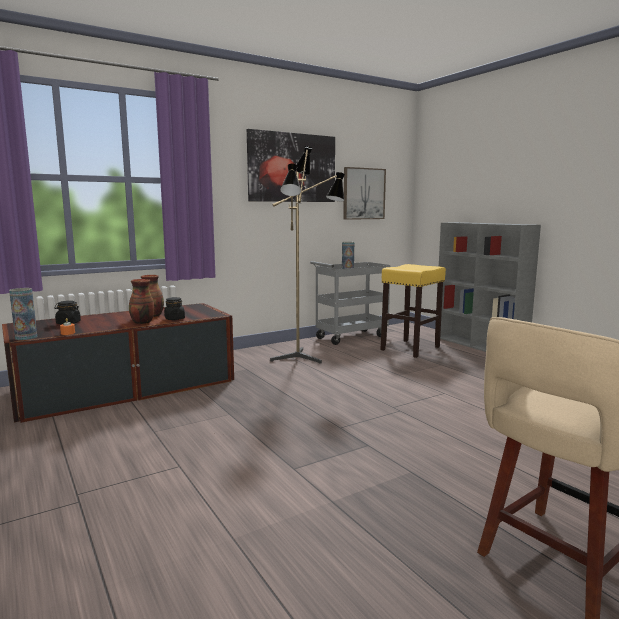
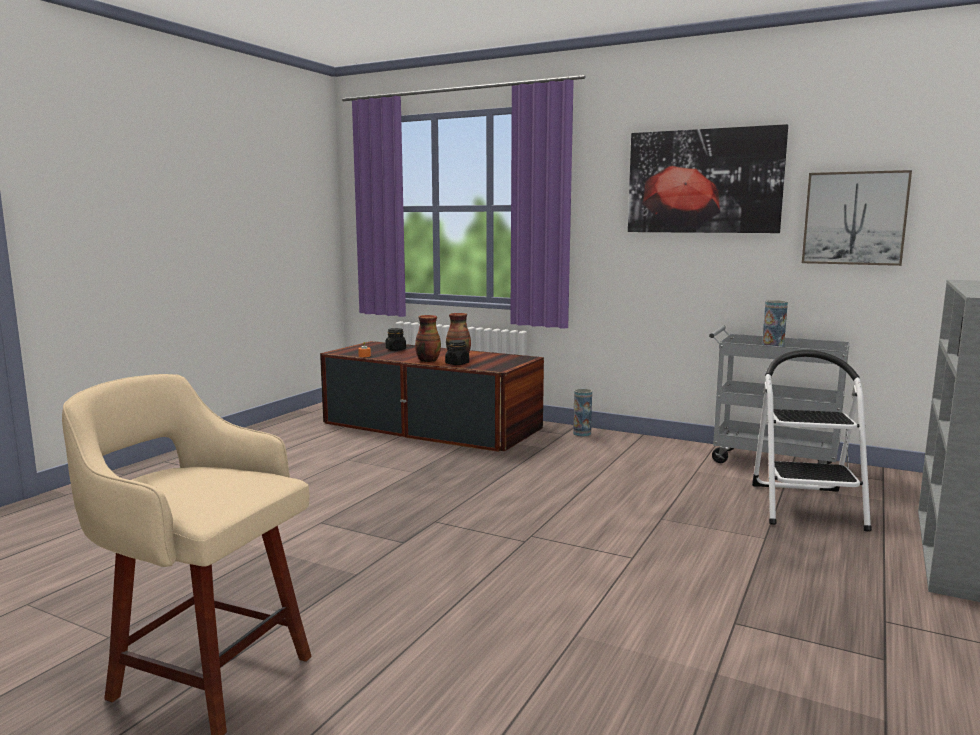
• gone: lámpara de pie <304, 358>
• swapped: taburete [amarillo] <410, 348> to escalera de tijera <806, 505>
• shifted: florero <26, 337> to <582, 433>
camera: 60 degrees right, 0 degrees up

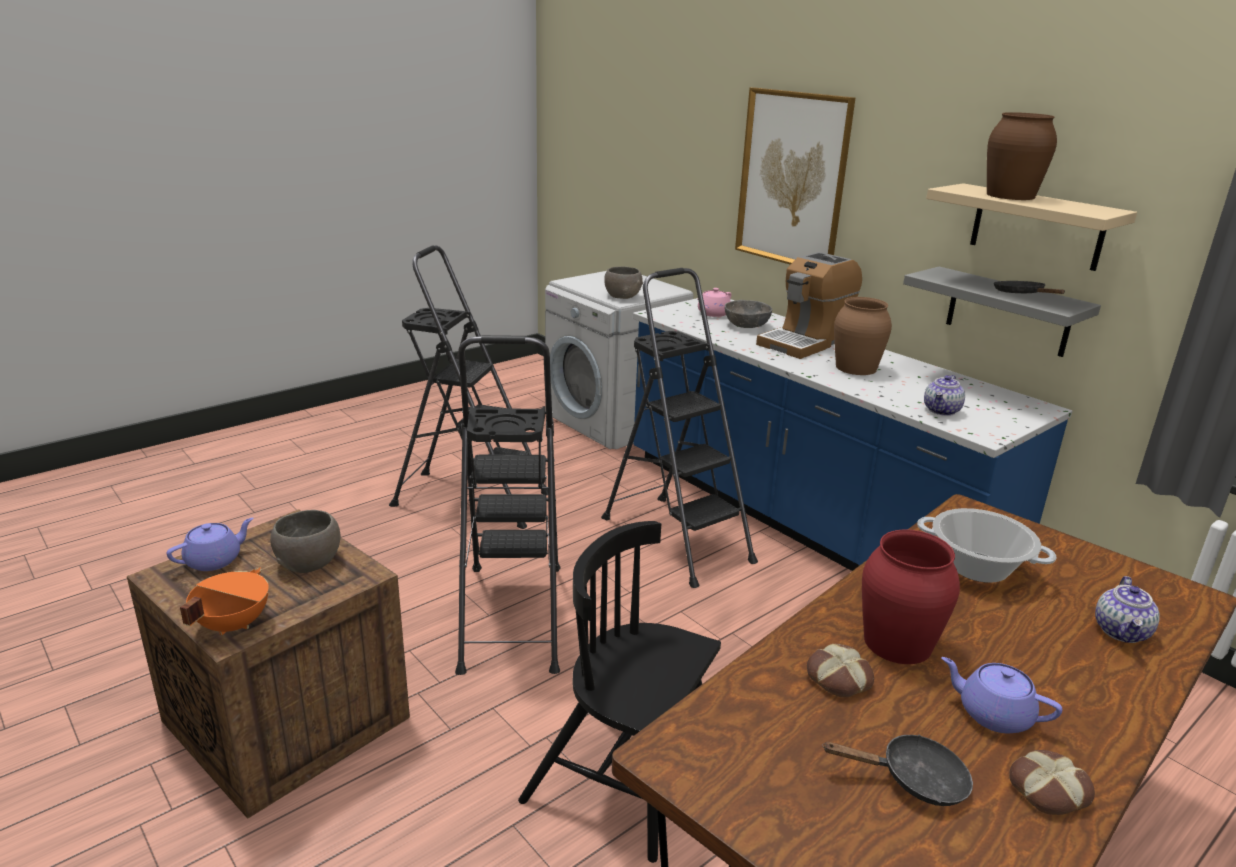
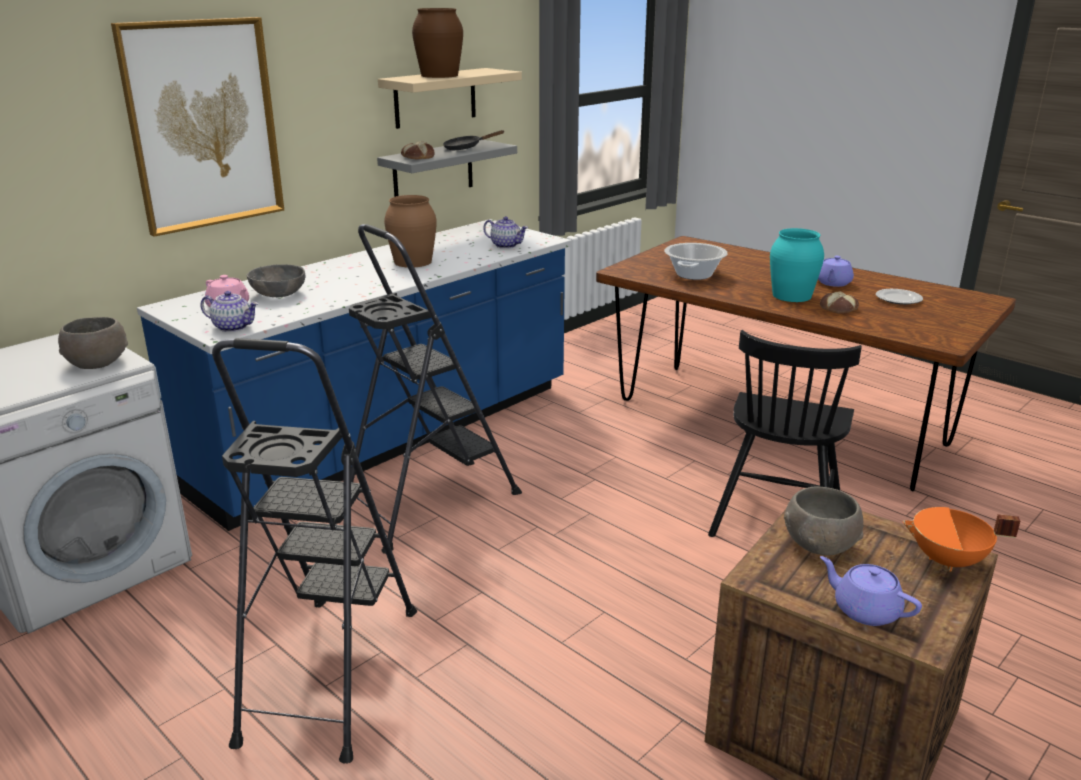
• gone: cafetera <806, 341>
• gone: escalera de tijera <512, 617>
• repainted: florero [rojo] <898, 642> to florero [turquesa] <791, 295>
• shifted: tetera <1122, 632> to <233, 327>
• swapped: sartén [negro] <914, 779> to plato <899, 299>
• shifted: pan <1047, 789> to <417, 157>
camera: 95 degrees left, 0 degrees up

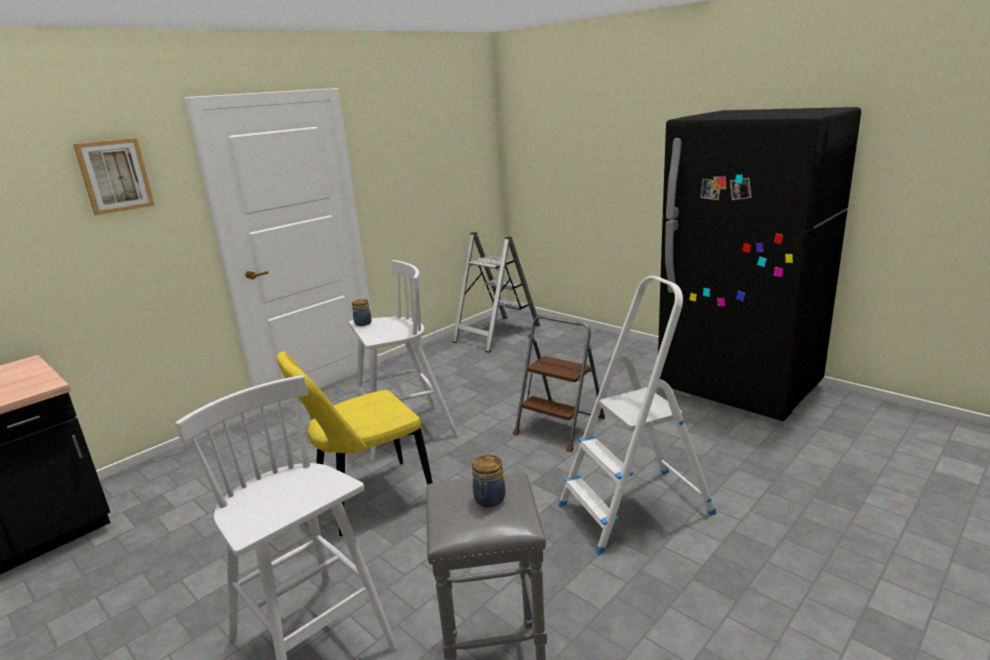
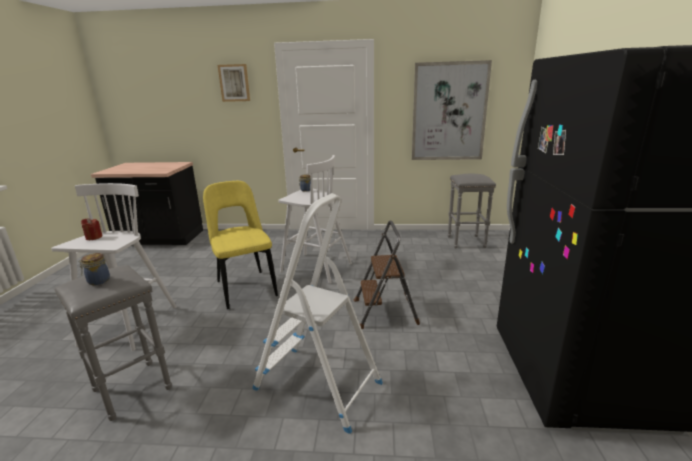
• swapped: escalera de tijera [gris] <496, 334> to taburete [gris] <465, 241>
• rotated: silla [amarillo] <368, 500> = <245, 287> 45 degrees clockwise
• new: cuadro <449, 112>
• new: vela [rojo] <94, 237>
camera: 50 degrees right, 0 degrees up

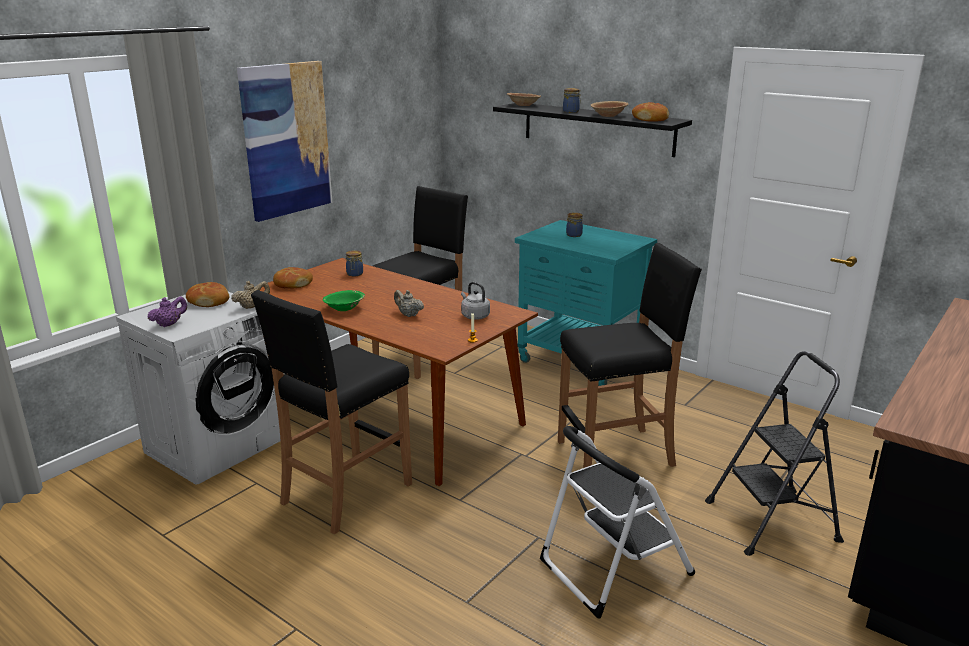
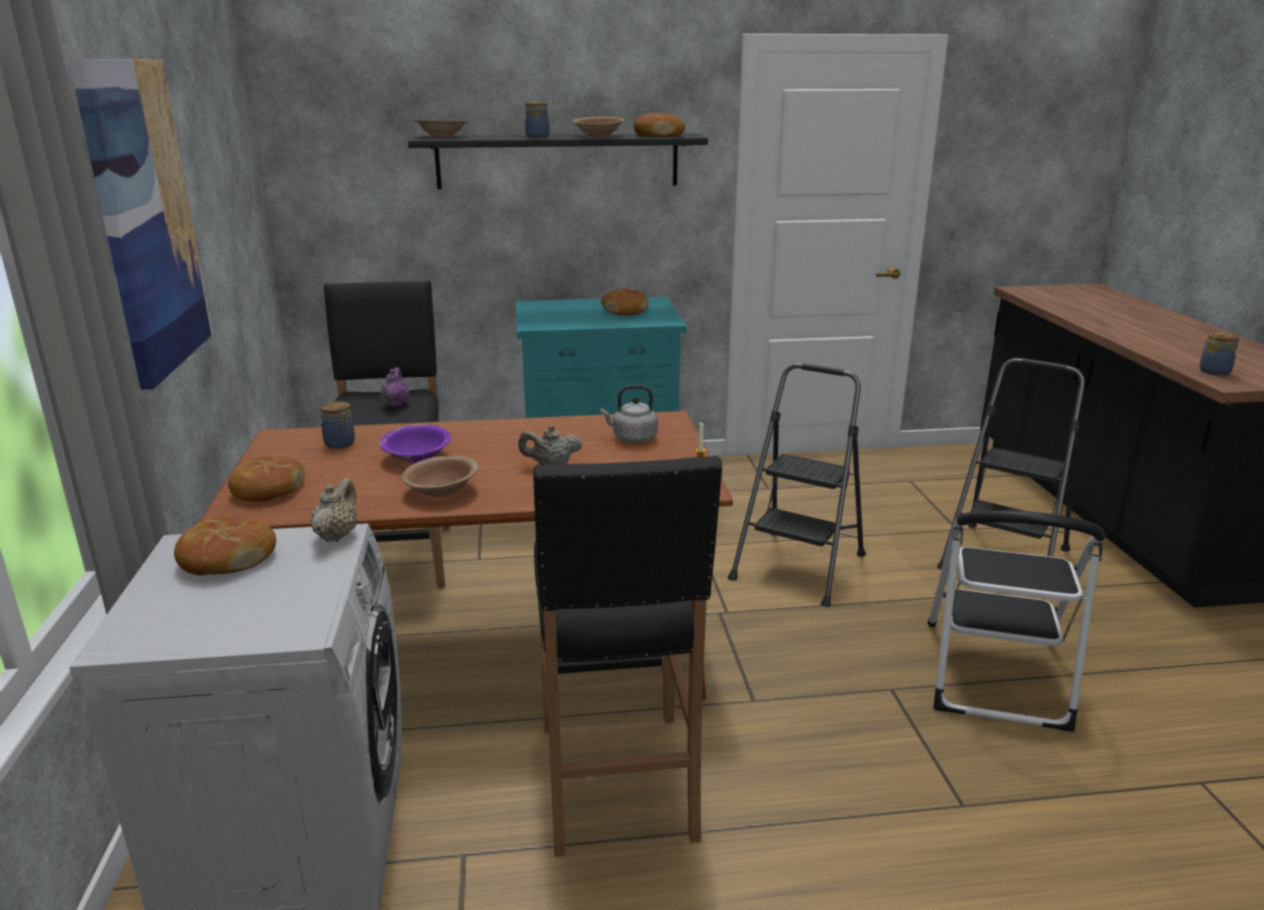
• shifted: tarro <574, 235> to <1213, 371>
• swapped: taburete [negro] <617, 454> to escalera de tijera [negro] <800, 564>
• repainted: cuenco [verde] <344, 308> to cuenco [marrón] <441, 491>
• shifted: tetera [morado] <169, 324> to <396, 404>
• new: pan <625, 310>
• new: cuenco [morado] <417, 458>
camera: 45 degrees left, 0 degrees up

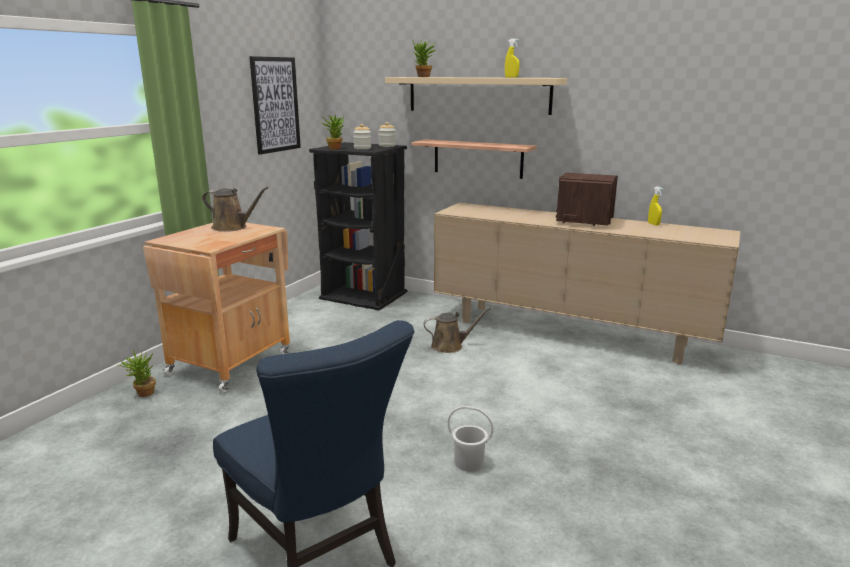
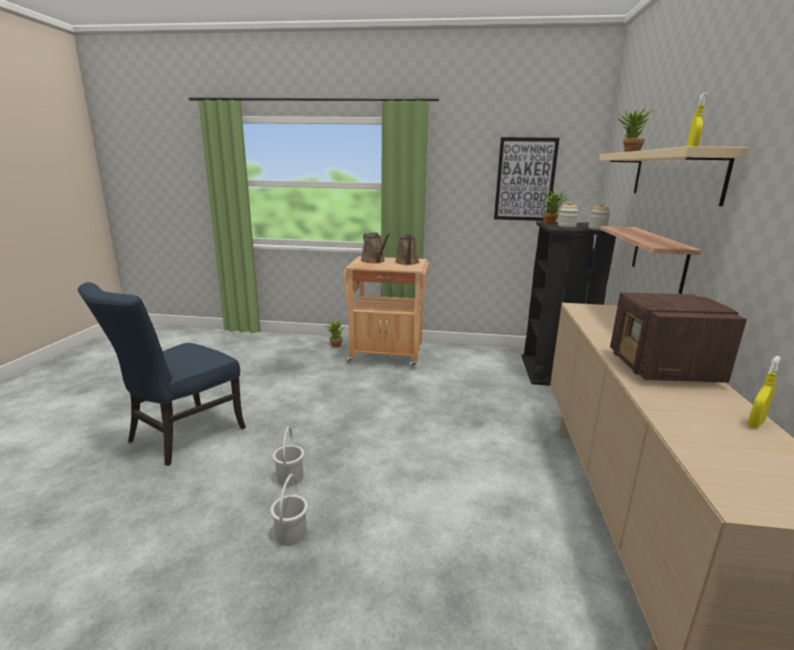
• rotated: radio <584, 221> = <663, 369> 90 degrees counterclockwise
• shifted: regadera [marrón] <450, 346> to <374, 261>
• new: cubo [blanco] <291, 534>
camera: 70 degrees right, 0 degrees up

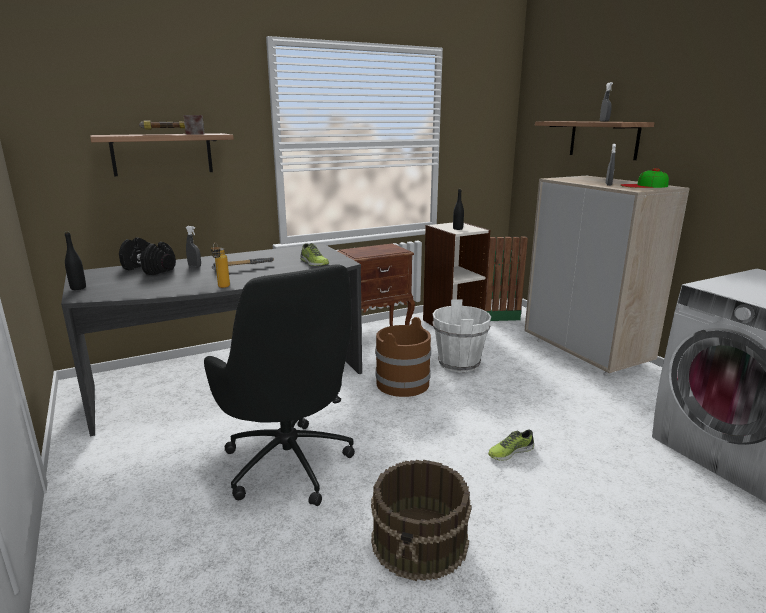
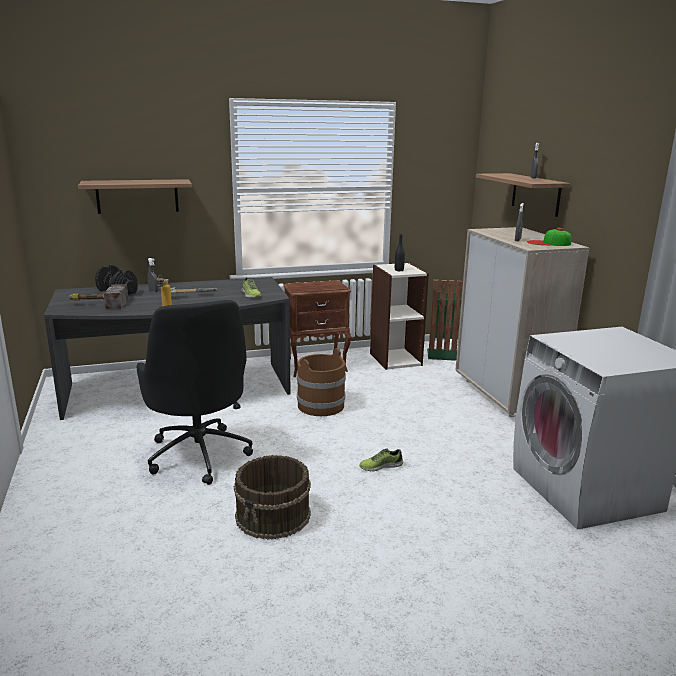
• shifted: martillo <172, 134> to <97, 304>
• gone: botella [negro] <78, 288>
• gone: cubo [blanco] <459, 363>
camera: 10 degrees right, 0 degrees up

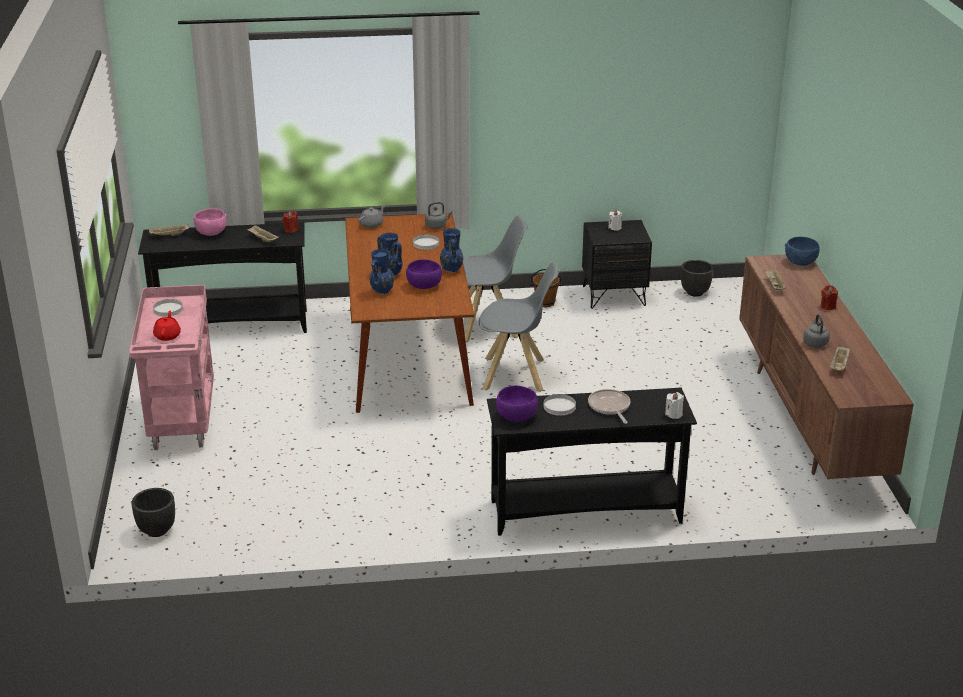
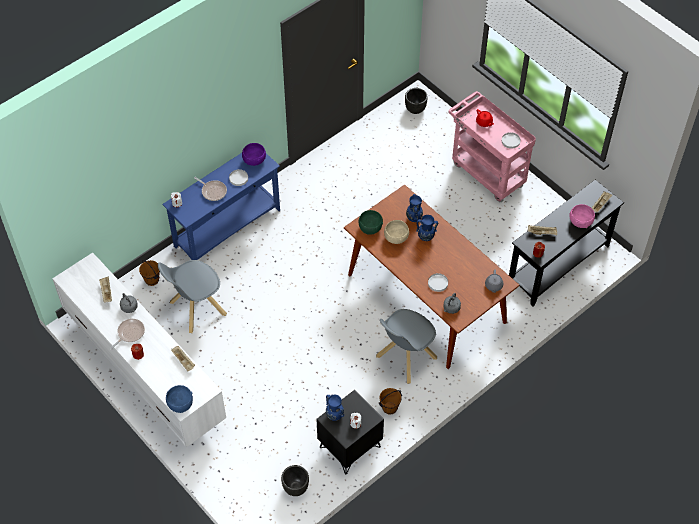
• shifted: florero [azul] <451, 270> to <335, 416>
• repainted: armario [marrón] <810, 420> to armario [blanco] <144, 373>
• repainted: cuenco [morado] <424, 285> to cuenco [beis] <396, 238>
• shifted: silla [gris] <516, 374> to <196, 309>
• repainted: mesa consola [negro] <584, 511> to mesa consola [azul] <227, 227>
• new: cuenco [verde] <370, 228>
• new: cubo [marrón] <152, 280>
• new: sartén <129, 333>
camera: 145 degrees right, 25 degrees up

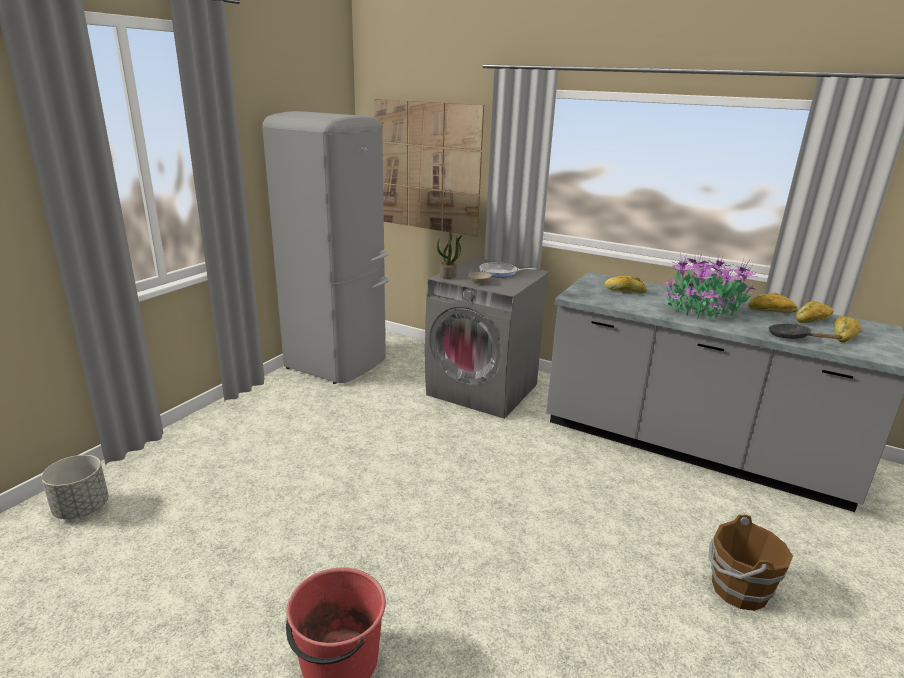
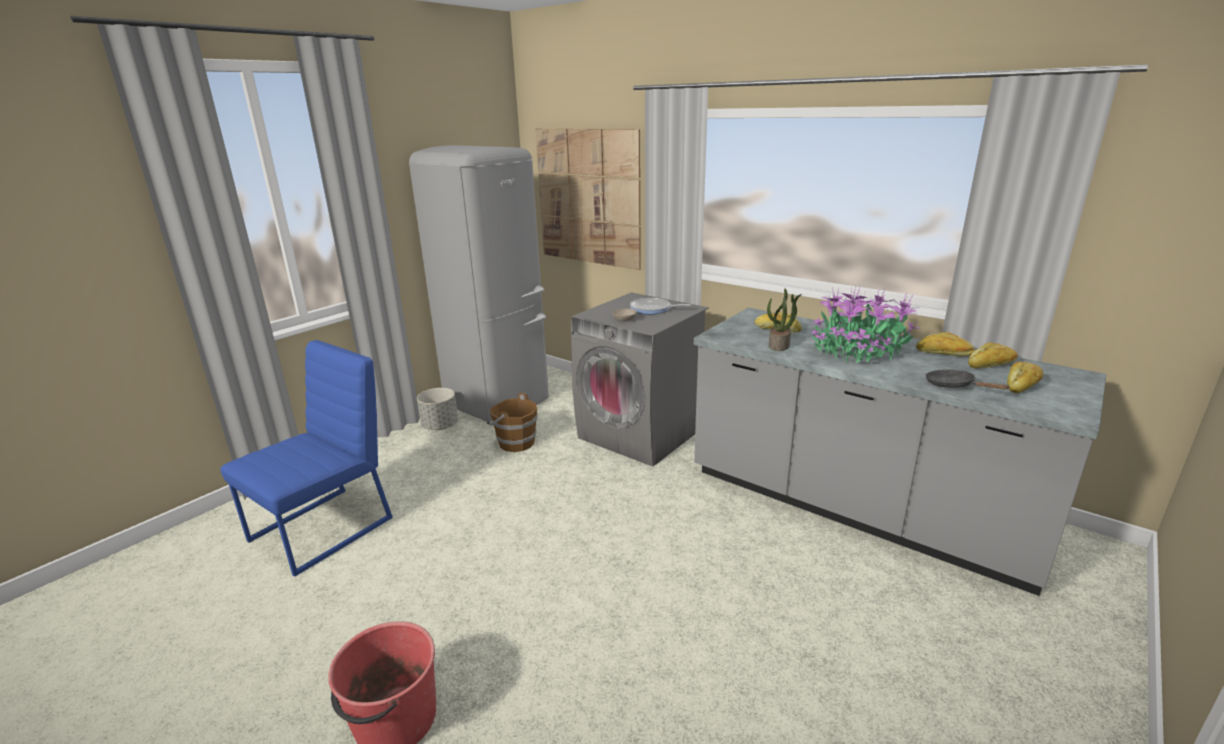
• shifted: planta en maceta <448, 275> to <779, 345>
• shifted: maceta [gris] <82, 508> to <440, 426>
• shifted: cubo [marrón] <737, 589> to <515, 443>
• new: silla [azul] <326, 527>
camera: 10 degrees right, 0 degrees up

